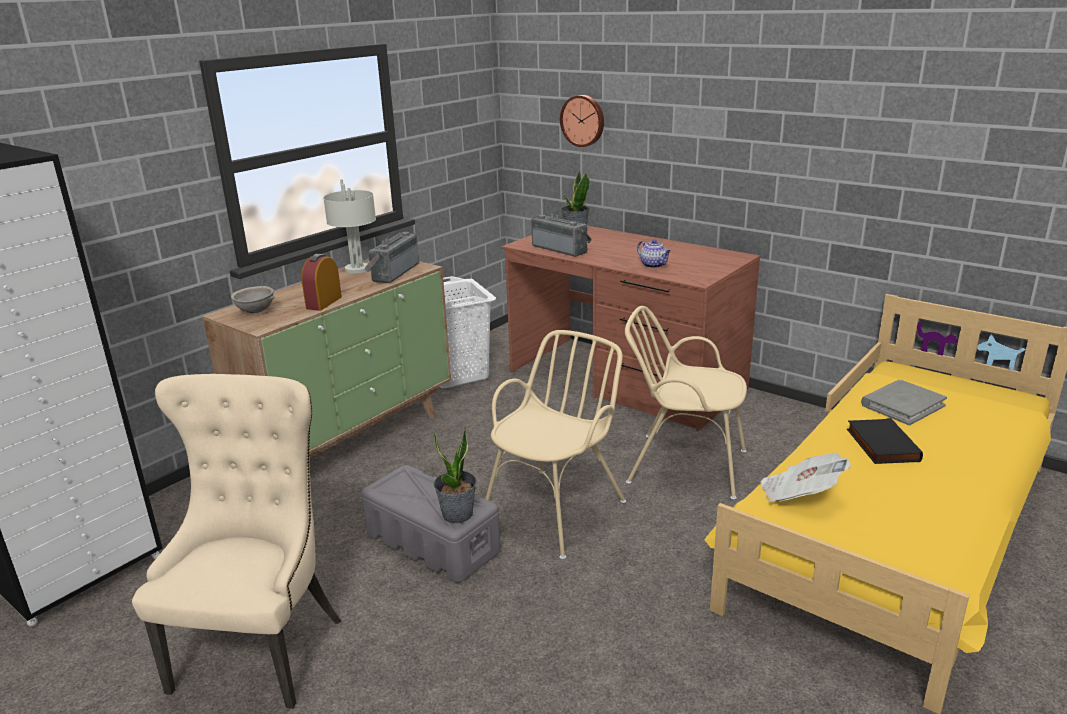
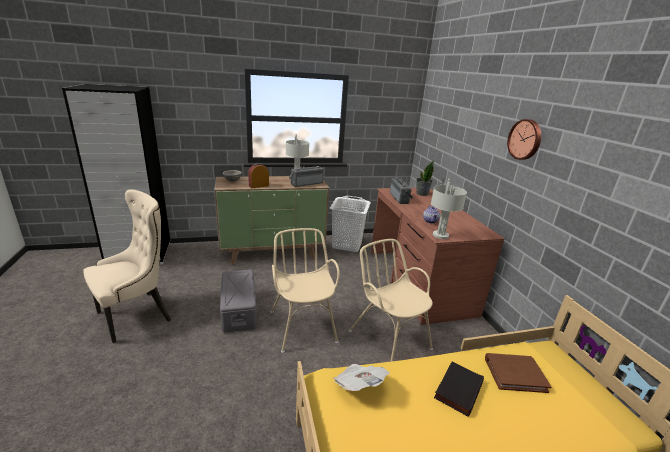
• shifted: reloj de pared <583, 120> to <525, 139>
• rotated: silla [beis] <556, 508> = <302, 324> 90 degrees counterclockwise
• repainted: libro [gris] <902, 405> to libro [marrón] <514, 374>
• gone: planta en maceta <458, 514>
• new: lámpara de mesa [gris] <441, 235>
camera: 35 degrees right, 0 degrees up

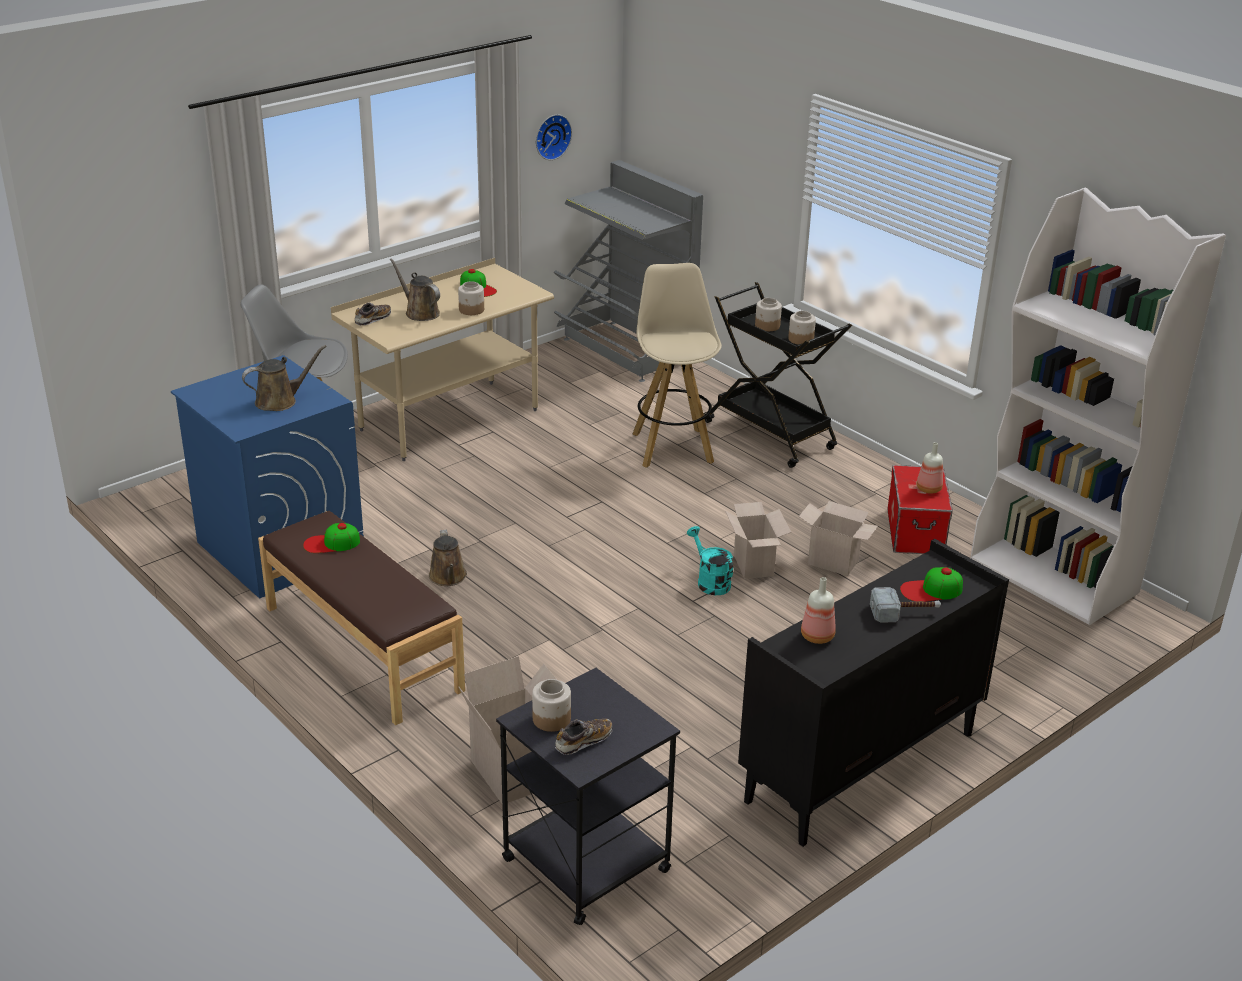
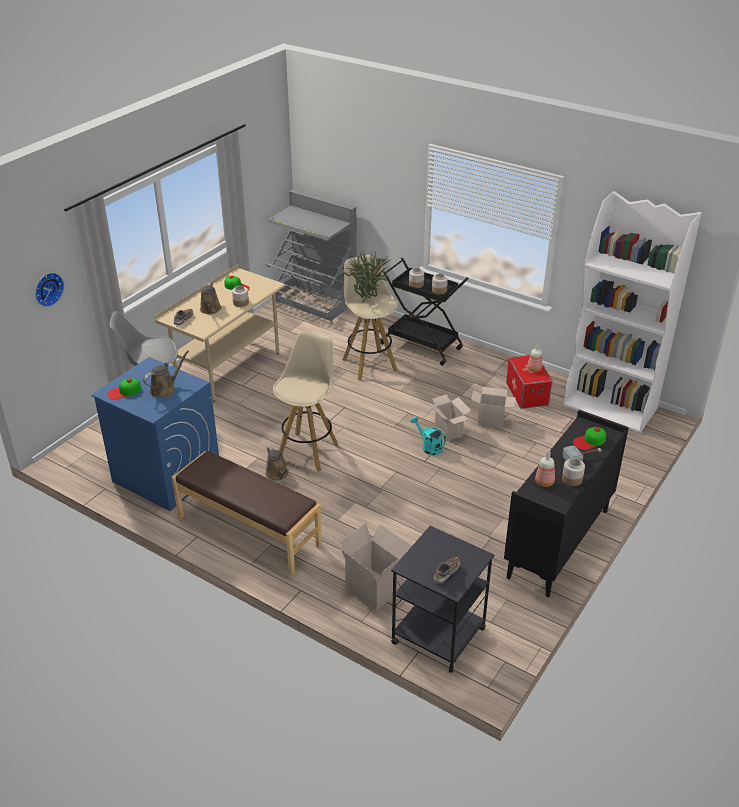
• shifted: reloj de pared <551, 136> to <47, 289>
• rotated: regadera [marrón] <420, 312> = <210, 310> 120 degrees counterclockwise
• shifted: gorra <331, 543> to <124, 391>
• shifted: tarro <551, 719> to <572, 479>
• new: planta en maceta <368, 300>
• new: taburete [beis] <309, 451>
camera: 15 degrees left, 5 degrees up

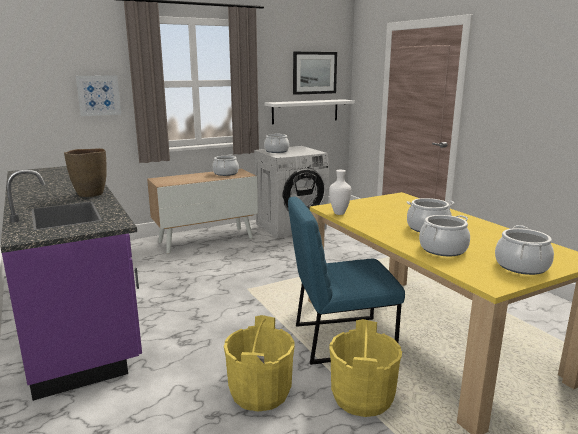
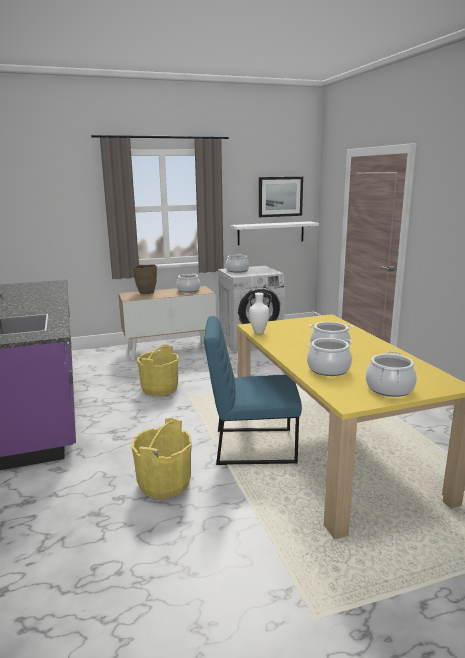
• gone: cuadro <98, 95>
• shifted: florero [marrón] <90, 194> to <146, 292>
• shifted: cubo [amarillo] <362, 397> to <159, 388>
camera: 10 degrees right, 0 degrees up

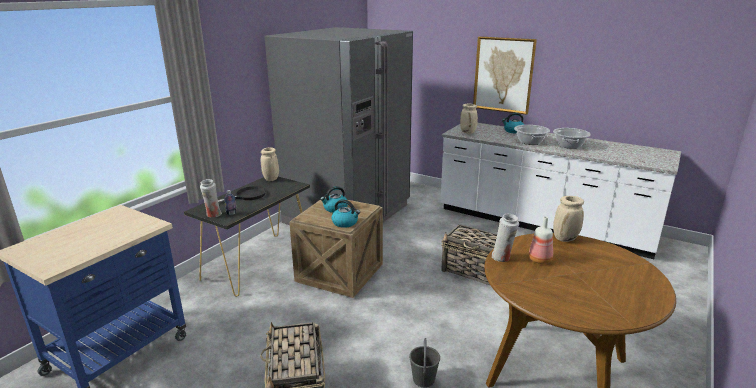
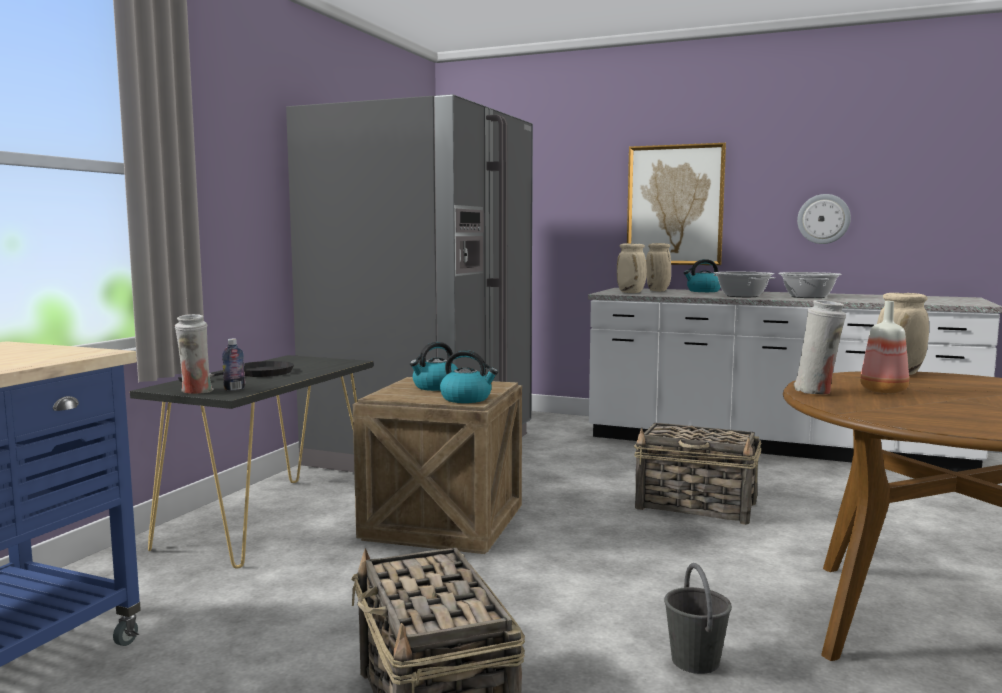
• shifted: florero [beis] <271, 179> to <658, 291>
• new: reloj de pared <823, 219>
camera: 10 degrees left, 15 degrees down

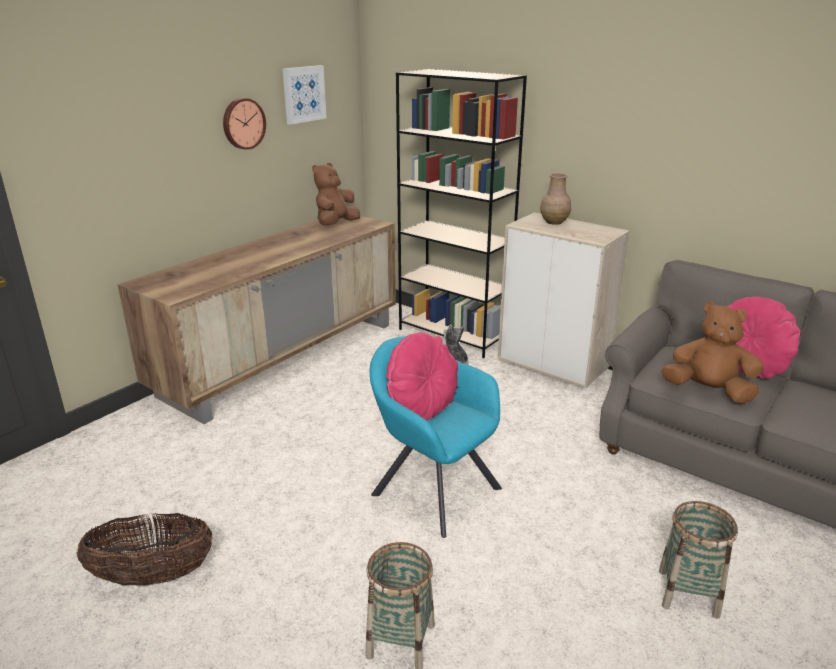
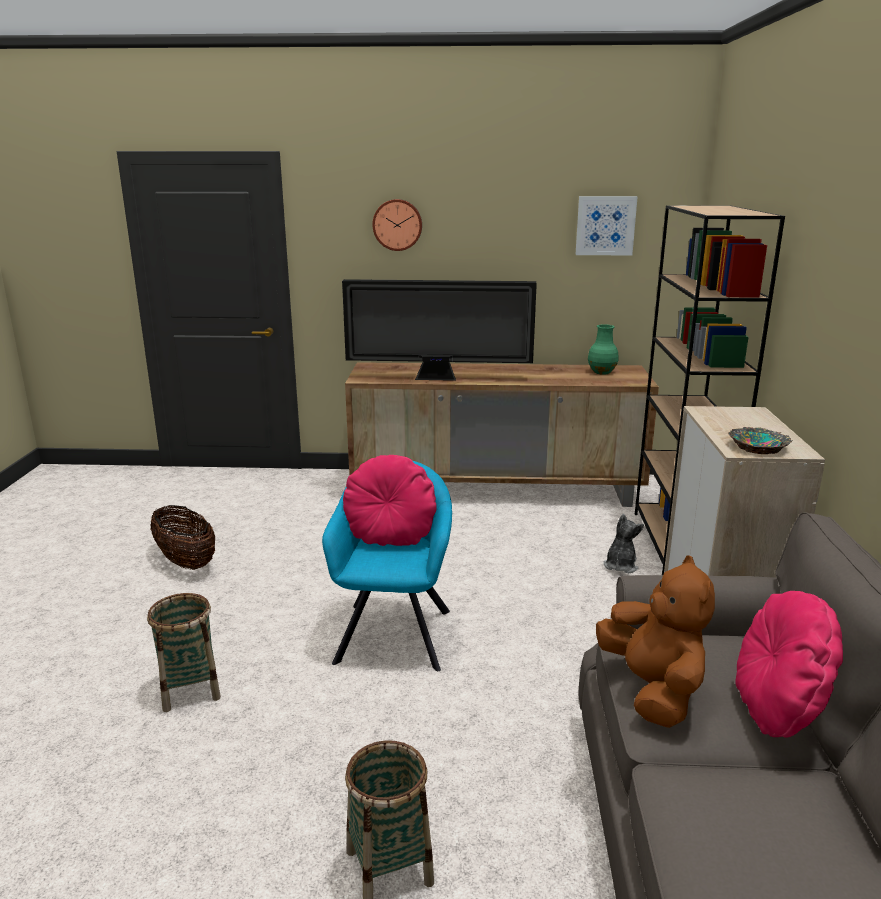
• shifted: reloj de pared <243, 123> to <397, 225>
• swapped: peluche [marrón] <336, 224> to florero [verde] <602, 372>
• gone: florero [marrón] <554, 222>
• new: televisor <438, 378>
• new: cuenco <758, 446>
camera: 55 degrees right, 5 degrees down

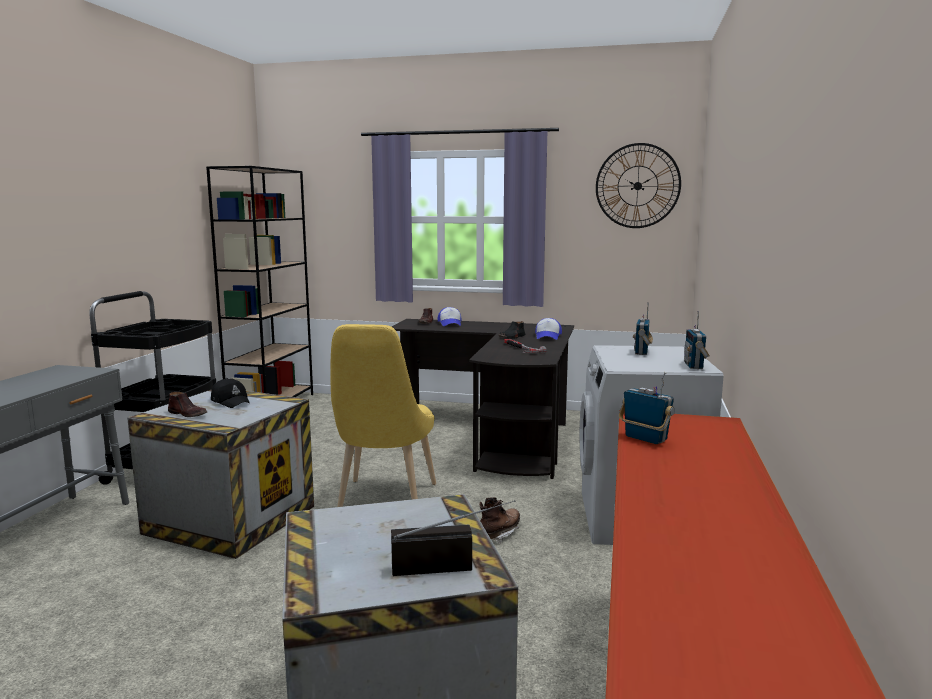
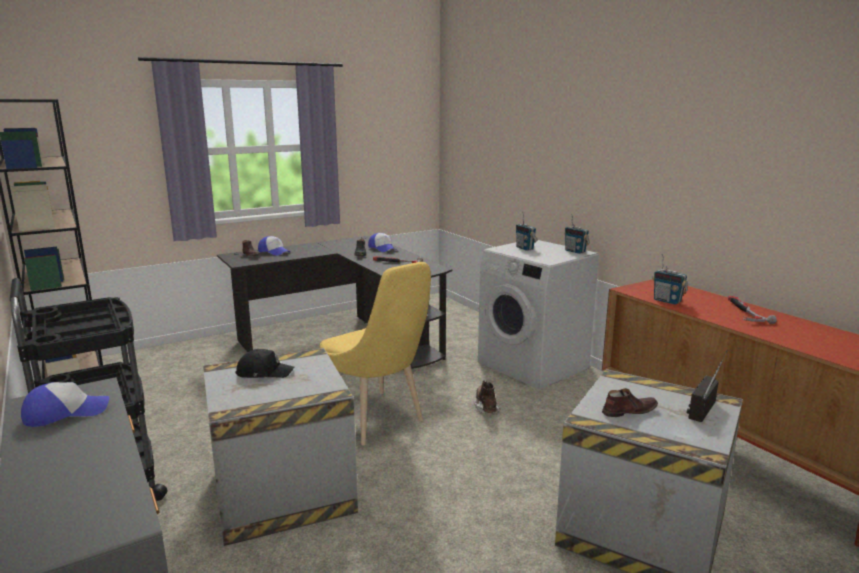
• gone: reloj de pared <637, 186>
• rotated: radio <645, 439> = <667, 301> 135 degrees counterclockwise
• shifted: zapato [marrón] <188, 414> to <629, 411>
• new: martillo <744, 312>
• new: gorra <66, 413>
camera: 45 degrees left, 5 degrees up

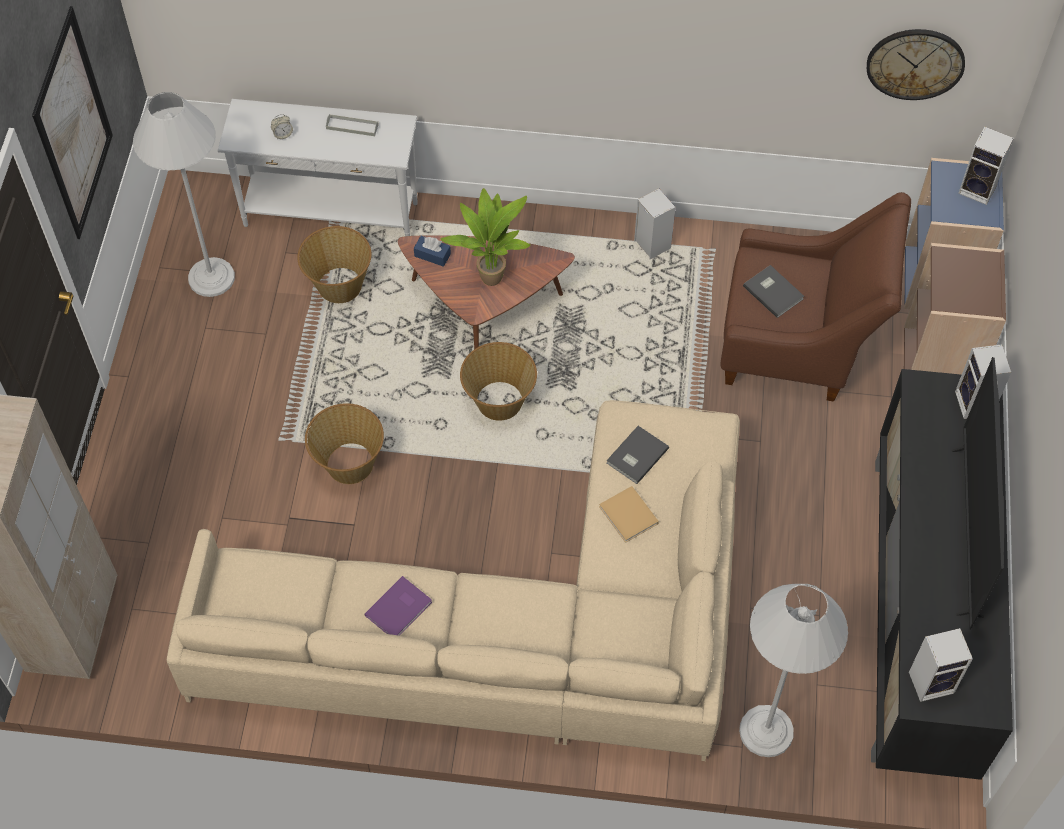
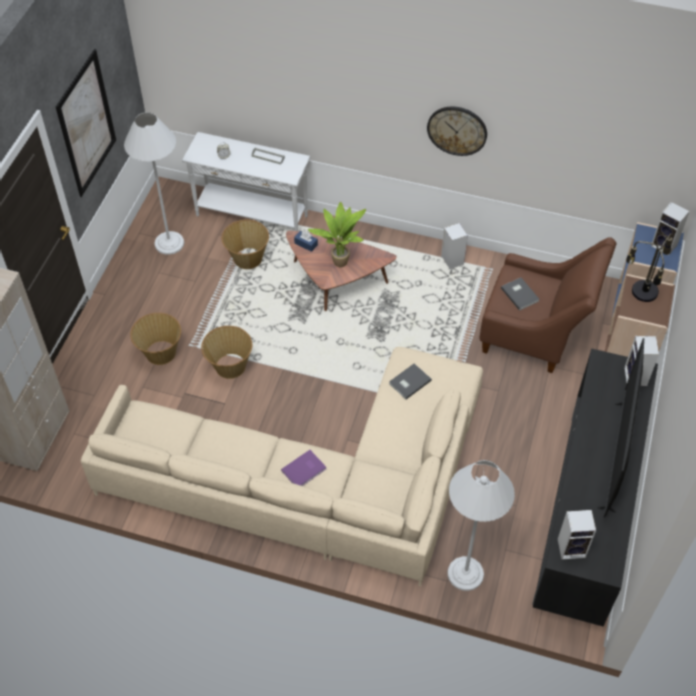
• shifted: reloj de pared <915, 63> to <457, 130>
• shifted: cesta <499, 402> to <160, 353>
• gone: libro [beis] <629, 516>
• shifted: libro [morado] <400, 609> to <305, 470>
• new: lámpara de mesa <644, 291>
camera: 10 degrees right, 5 degrees down

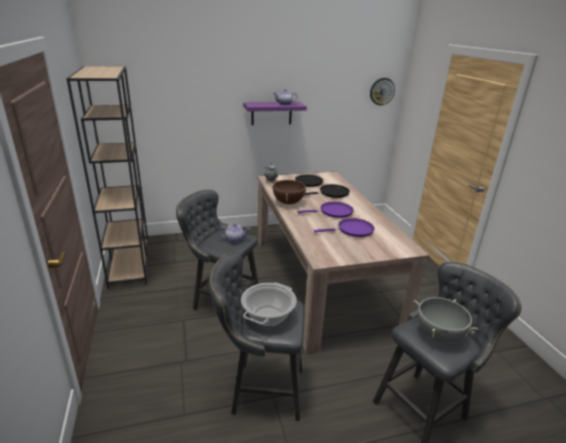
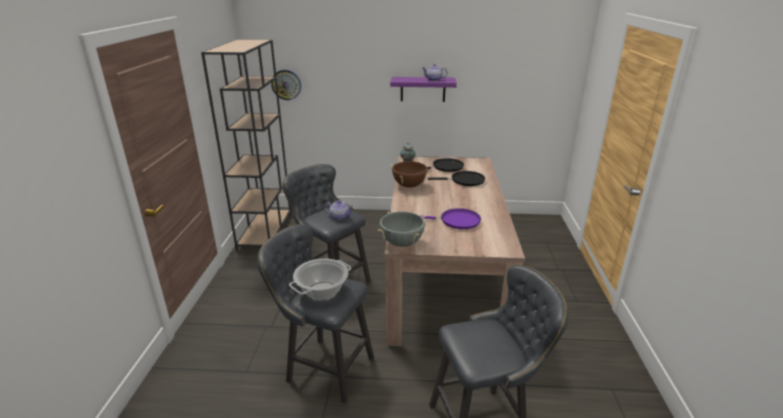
• shifted: reloj de pared <382, 91> to <286, 84>
• gone: sartén [morado] <333, 212>
• shifted: olla [gris] <438, 335> to <402, 243>
camera: 20 degrees right, 0 degrees up

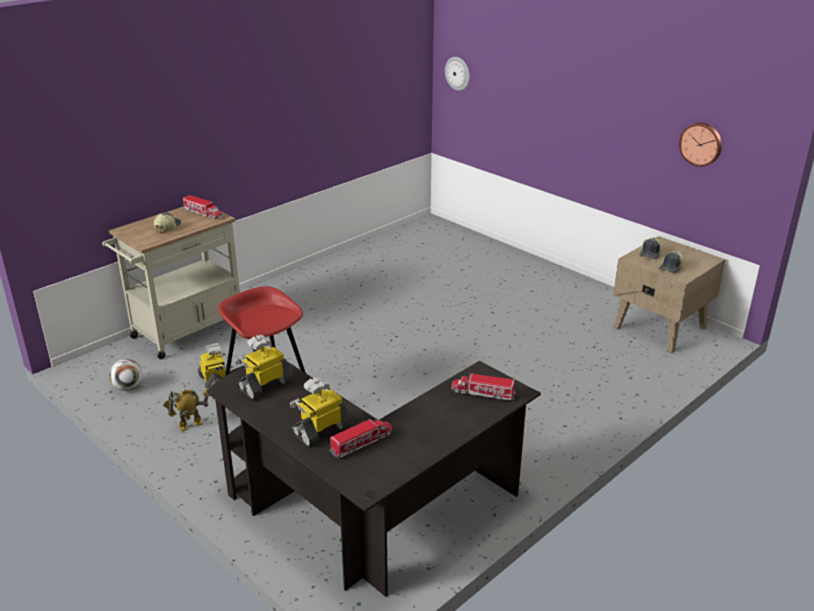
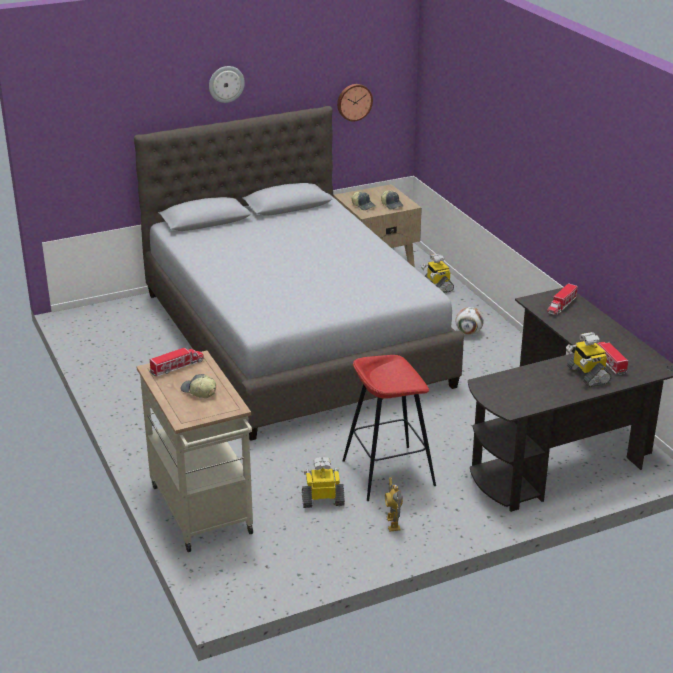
• shifted: reloj de pared <458, 73> to <226, 84>
• shifted: robot de juguete <265, 385> to <437, 286>
• shifted: balón de fútbol <128, 387> to <468, 333>
• new: cama [gris] <293, 338>
camera: 70 degrees left, 0 degrees up

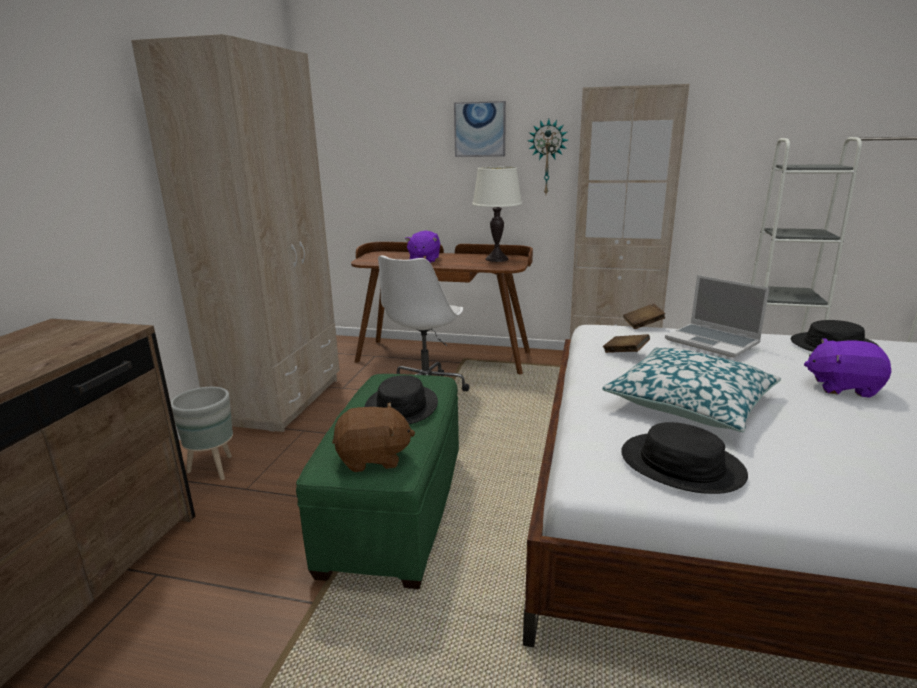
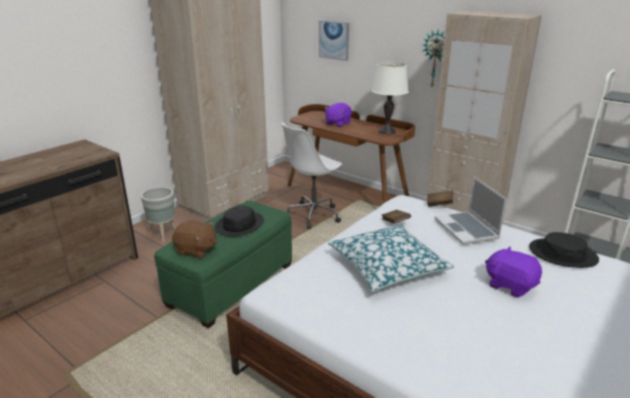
• shifted: cuadro <480, 129> to <334, 40>
• gone: sombrero [negro] <681, 465>
camera: 25 degrees right, 5 degrees up

